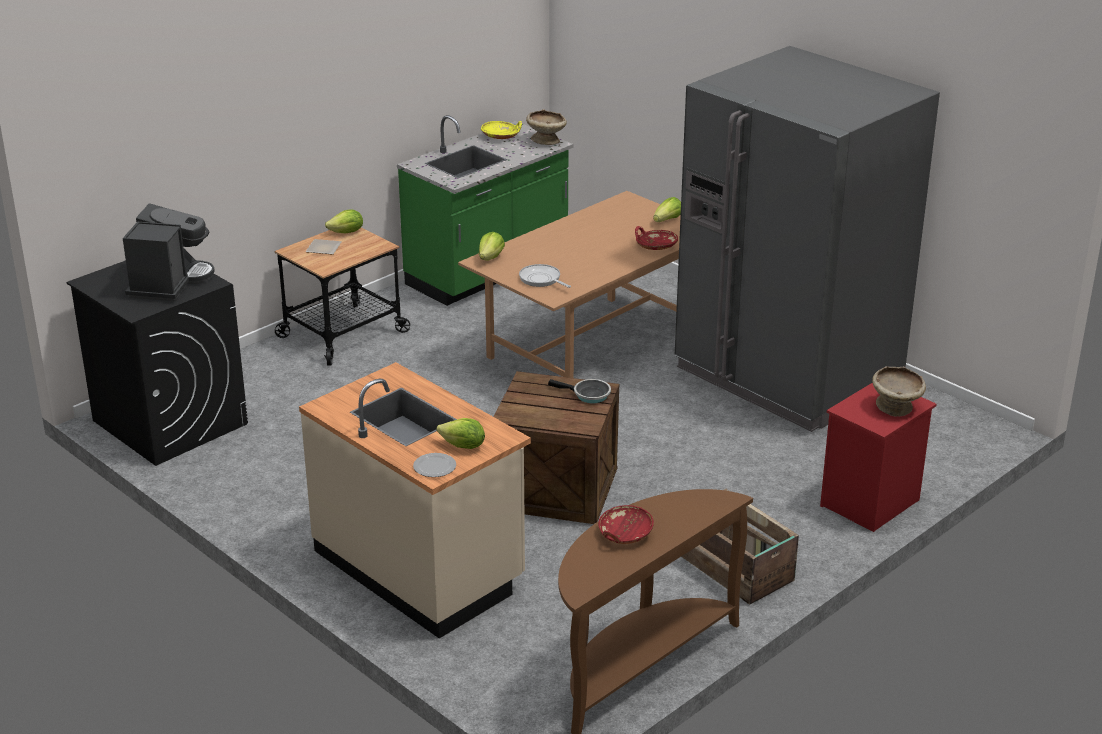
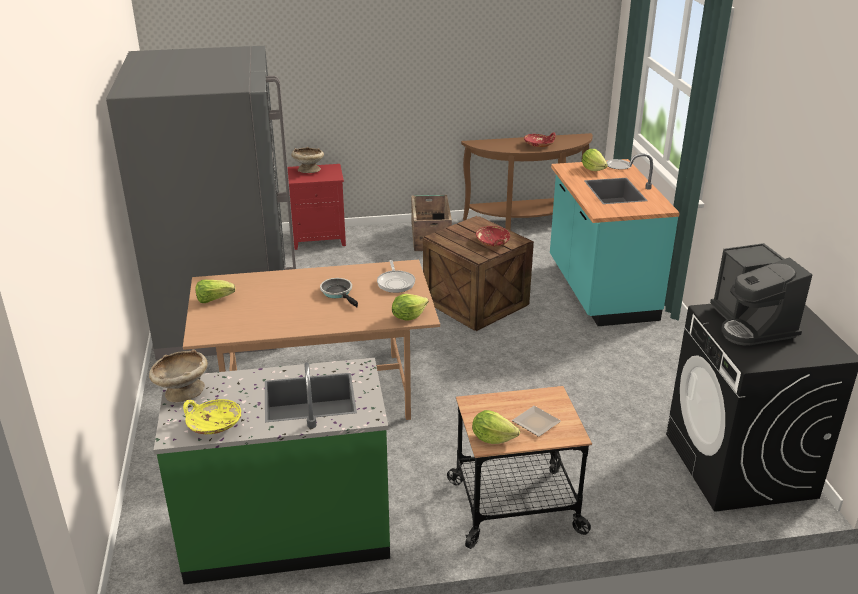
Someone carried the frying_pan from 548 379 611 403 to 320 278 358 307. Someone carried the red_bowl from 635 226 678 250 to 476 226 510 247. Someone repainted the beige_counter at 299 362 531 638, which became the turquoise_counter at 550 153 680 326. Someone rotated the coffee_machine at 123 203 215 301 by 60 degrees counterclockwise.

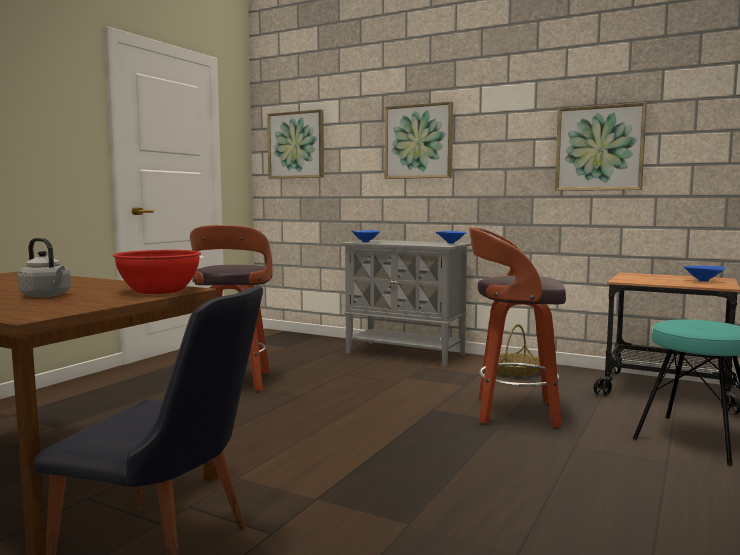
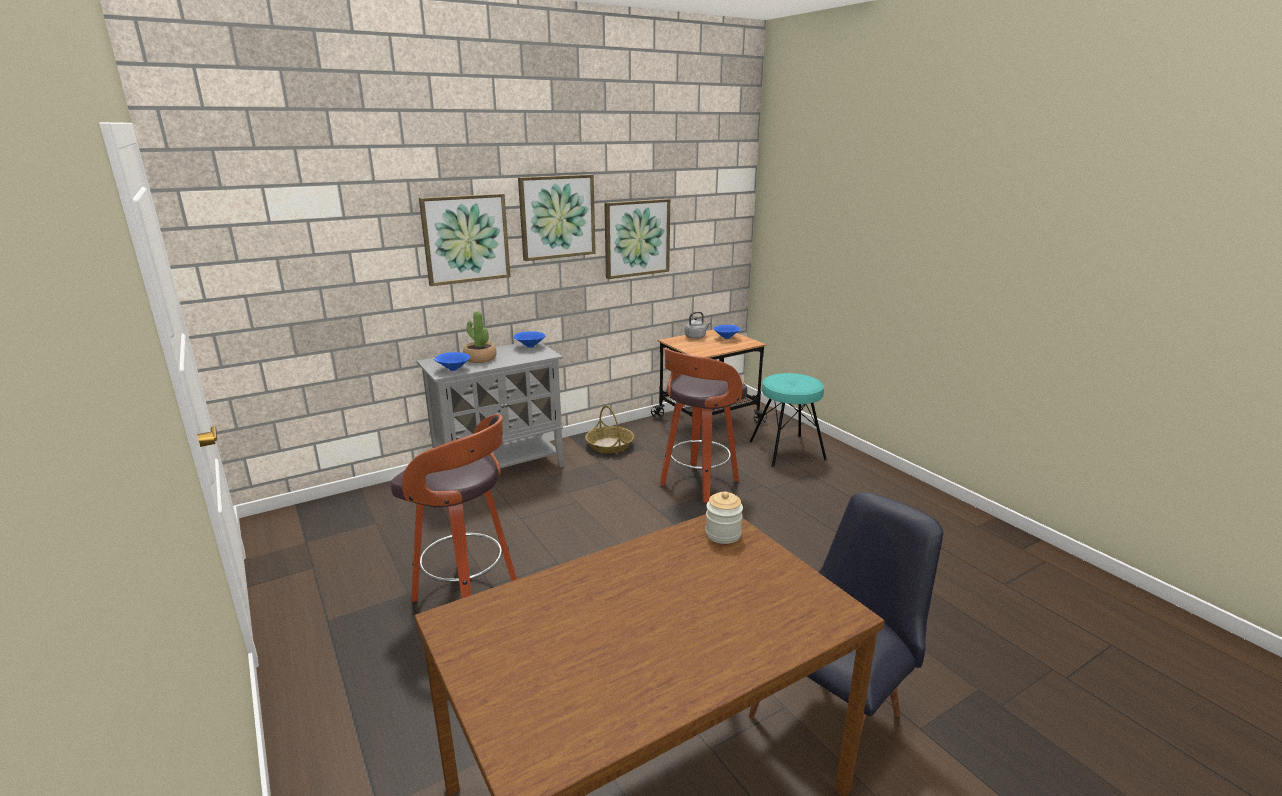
Someone put down the potted_plant at 463 311 497 363. Someone carried the picture from 267 109 324 179 to 518 174 596 261. Someone carried the grey_kettle from 17 238 71 298 to 685 312 711 339. Someone swapped the red_bowl at 113 250 201 294 for the jar at 705 491 743 544.

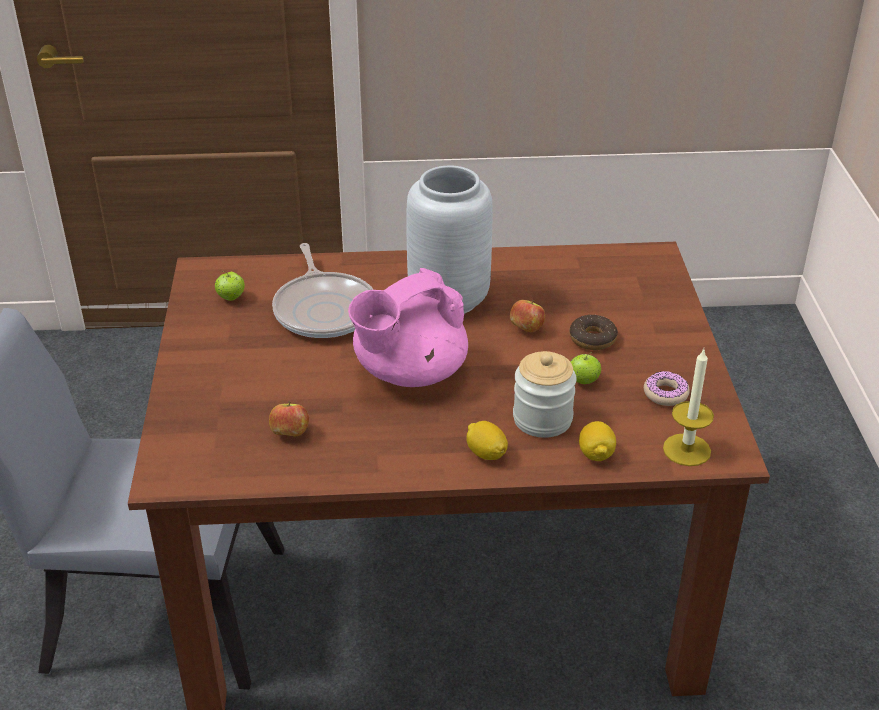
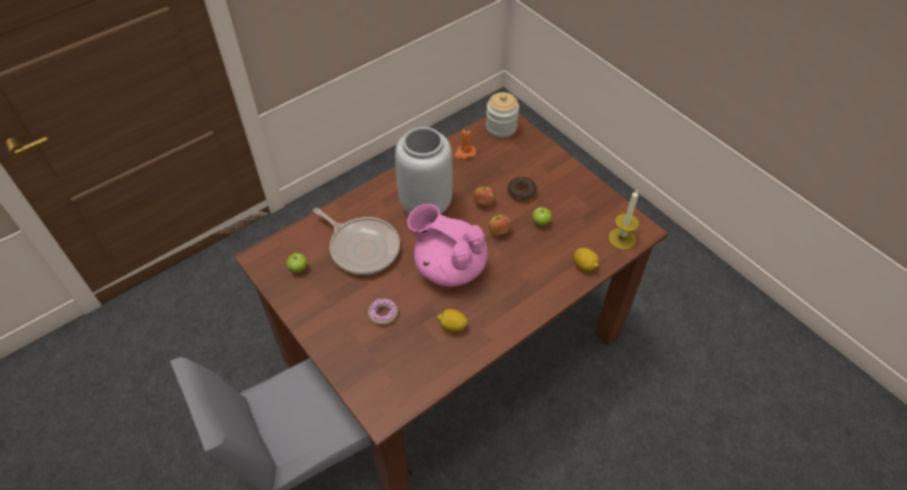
Someone carried the donut from 644 371 690 406 to 368 298 398 325. Someone rotated the pink_teapot at 348 268 468 387 by 105 degrees clockwise. Someone carried the lemon from 466 421 508 460 to 438 309 467 332. Someone put down the orange_candle at 454 126 476 159. Someone carried the jar from 513 351 577 438 to 486 92 519 138. Someone carried the apple from 269 401 309 436 to 489 215 511 236.

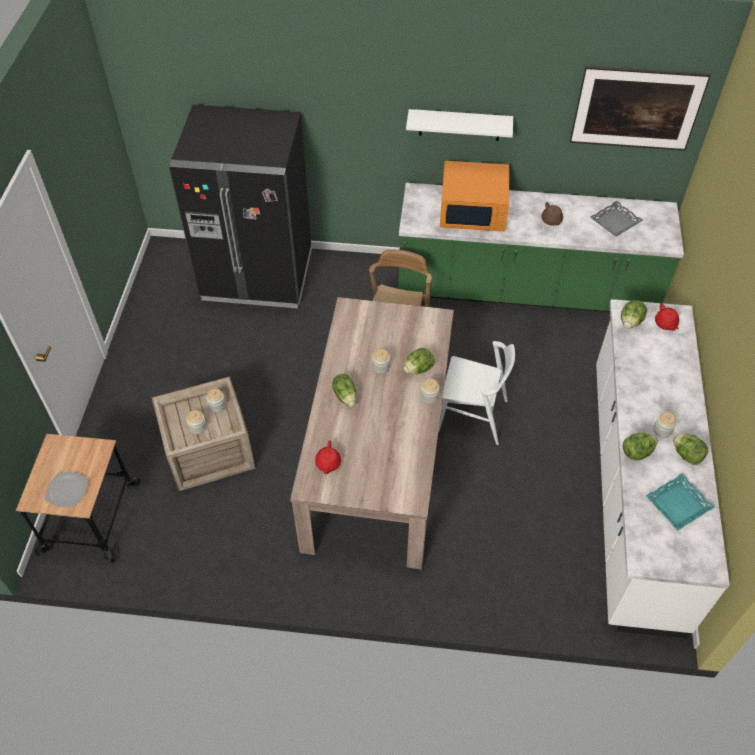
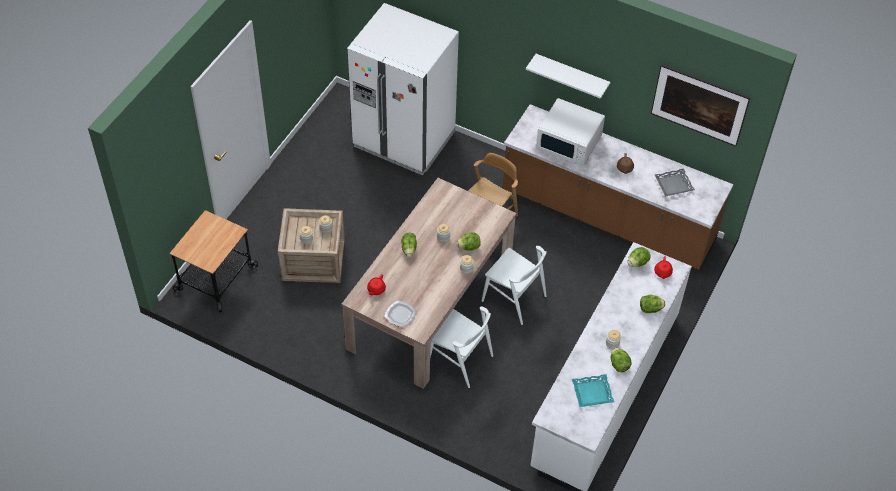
Someone repainted the black_fridge at 169 105 312 308, which became the white_fridge at 347 3 459 175. Someone carried the plate from 45 472 88 507 to 384 300 417 327. Someone put down the white_chair at 430 306 493 388. Someone repainted the green_counter at 399 183 684 312, which became the brown_counter at 503 104 733 270. Someone repainted the orange_microwave at 440 161 509 232, which became the white_microwave at 536 98 605 166. Someone carried the lettuce from 623 432 658 460 to 640 295 665 313.

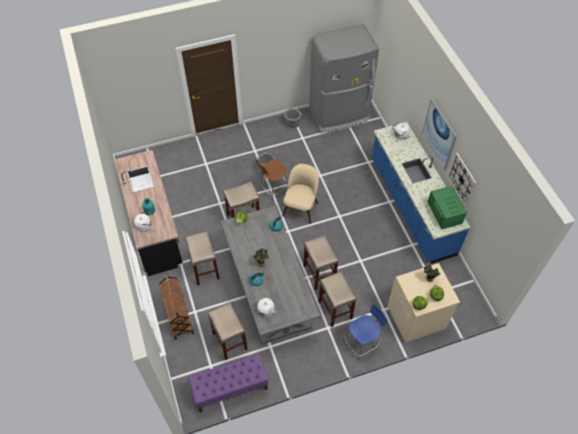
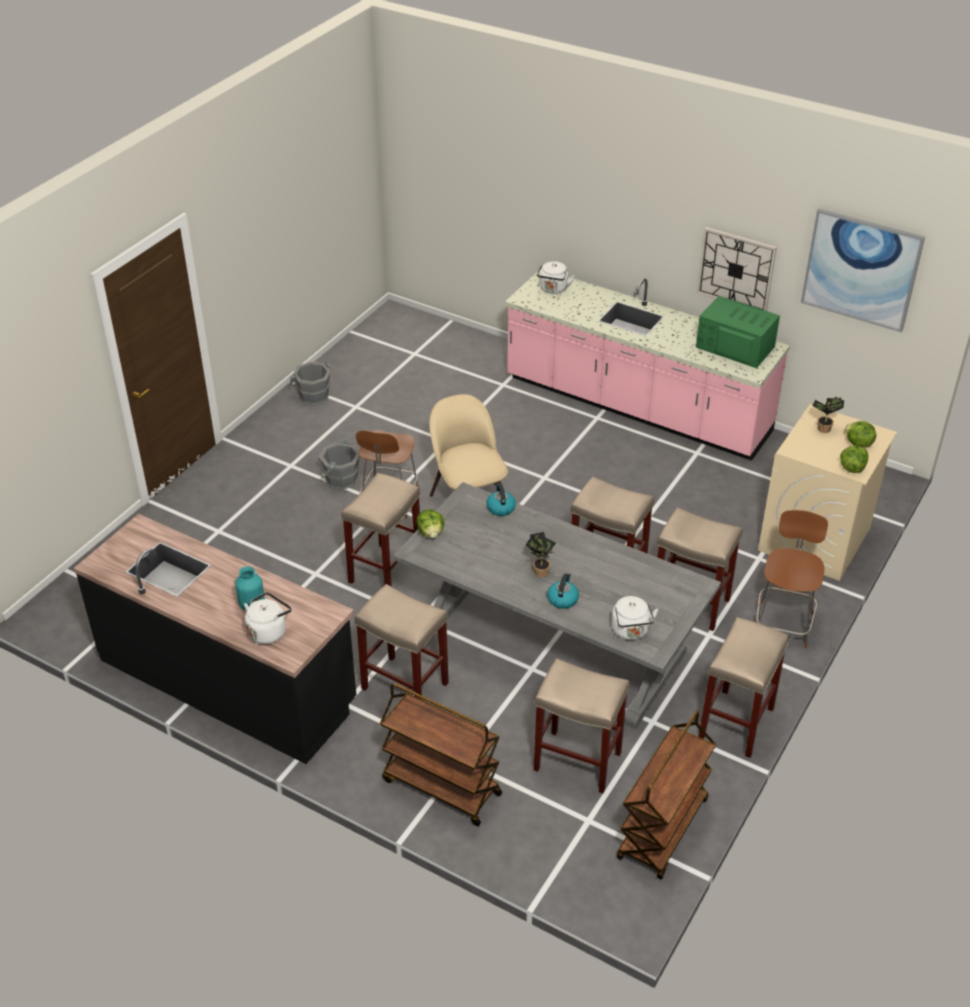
Someone repainted the blue_counter at 372 122 470 264, which became the pink_counter at 505 270 790 461. Someone swapped the purple_bench at 188 354 268 413 for the brown_cart at 617 711 716 879. Someone put down the beige_stool at 698 617 789 758. Someone repainted the blue_chair at 344 304 387 361, which became the brown_chair at 756 510 828 648. Someone carried the picture from 422 99 457 171 to 801 209 925 332. Someone took away the grey_fridge at 309 24 379 133.

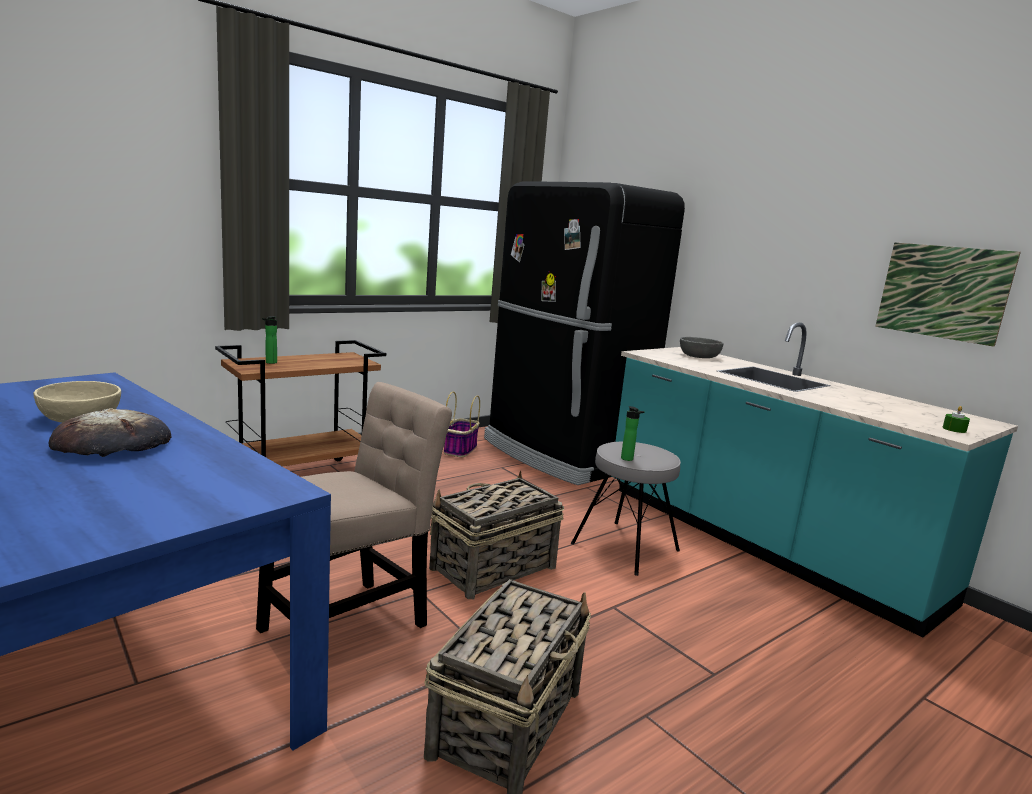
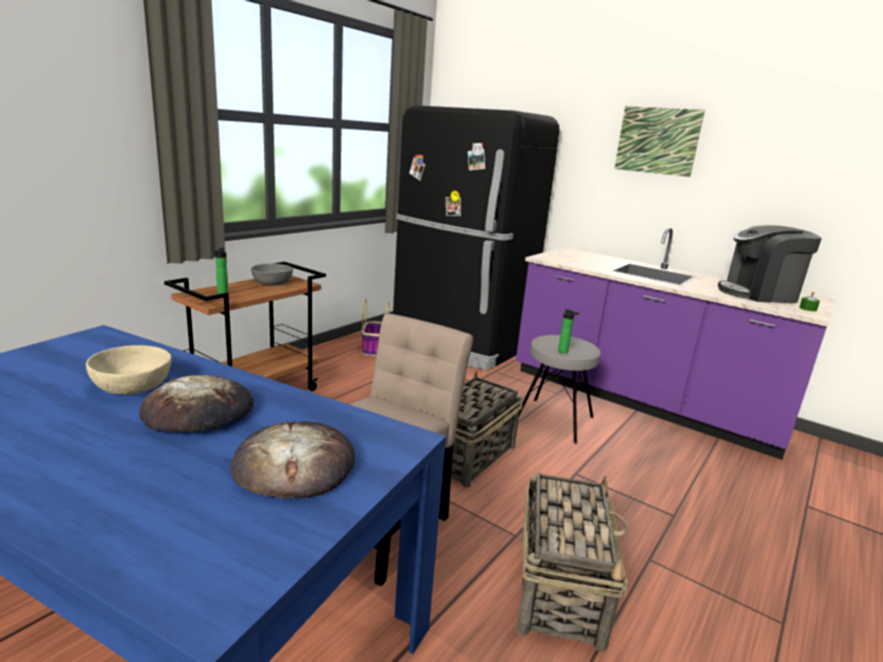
Someone put down the bread at 230 421 355 498. Someone carried the grey_bowl from 680 337 724 358 to 251 264 293 285. Someone repainted the turquoise_counter at 611 322 1018 638, which became the purple_counter at 516 227 836 460. Someone carried the picture from 875 242 1021 347 to 614 106 705 177. Someone put down the coffee_machine at 718 225 822 303.

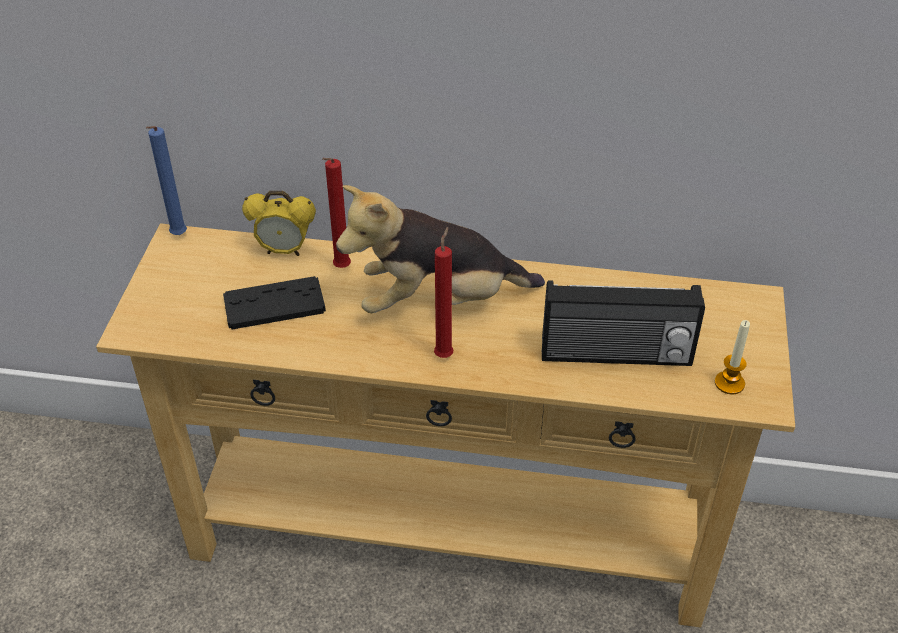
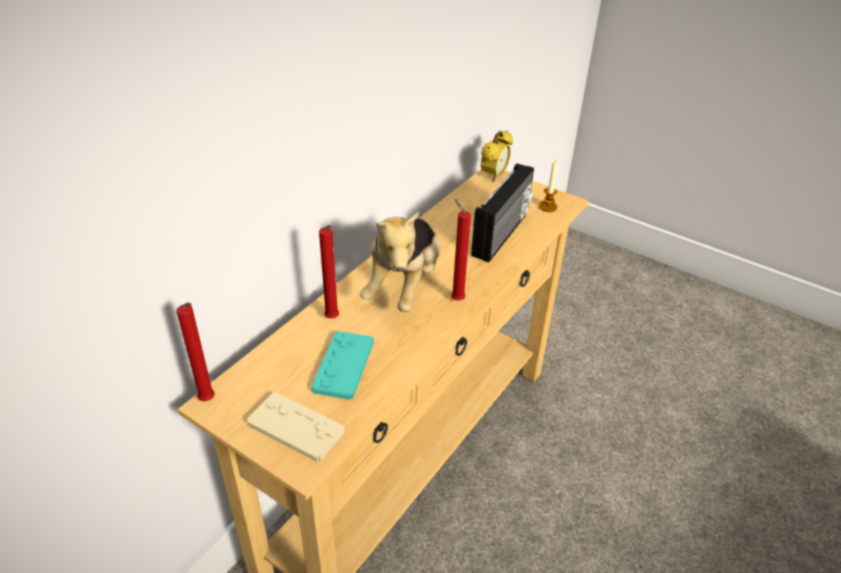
Someone repainted the blue_candle at 146 126 187 235, which became the red_candle at 176 302 215 401. Someone put down the beige_game_controller at 247 392 345 462. Someone repainted the black_game_controller at 223 276 326 329, which became the turquoise_game_controller at 311 331 374 400. Someone carried the alarm_clock from 242 191 316 256 to 481 131 513 182.

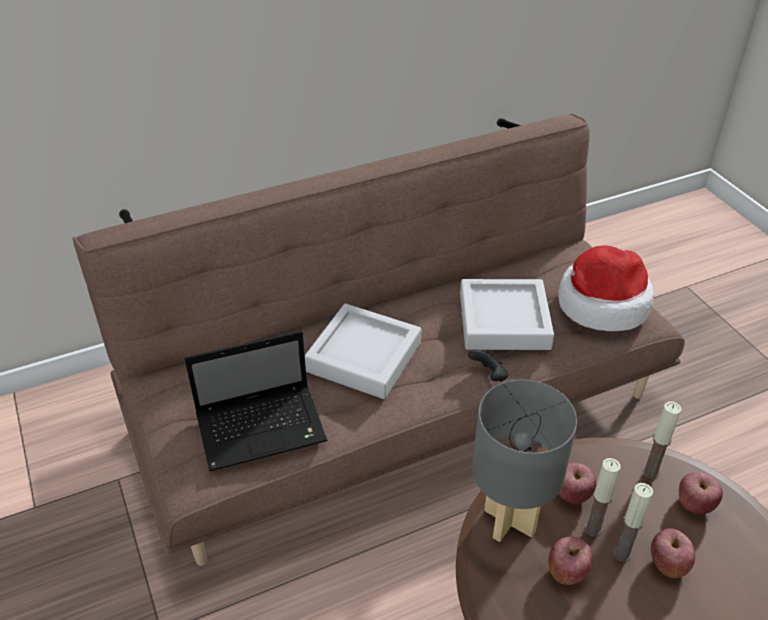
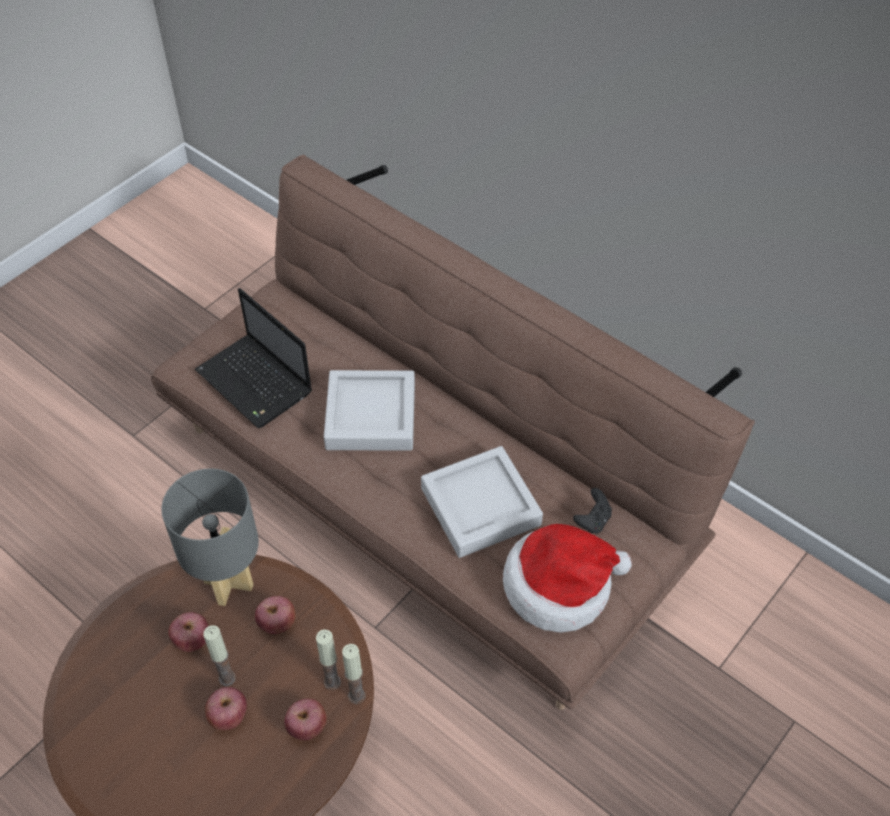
Someone carried the candle from 584 458 621 537 to 342 644 365 704. Someone carried the black_game_controller from 468 349 509 382 to 573 488 612 534.

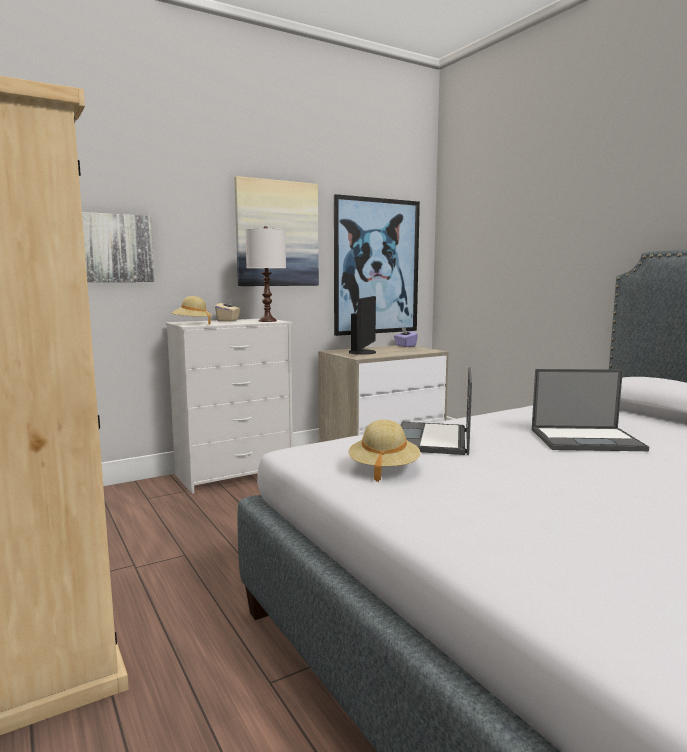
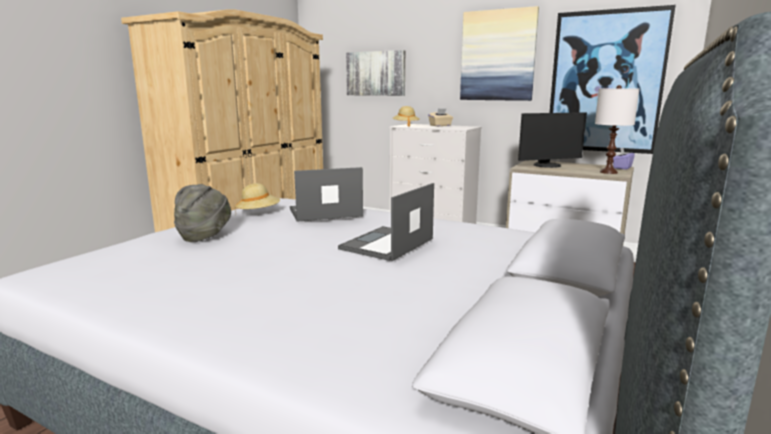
Someone put down the grey_hat at 174 184 231 242. Someone rotated the laptop at 532 369 649 451 by 60 degrees clockwise. Someone carried the white_table_lamp from 245 226 286 322 to 595 85 639 174.

